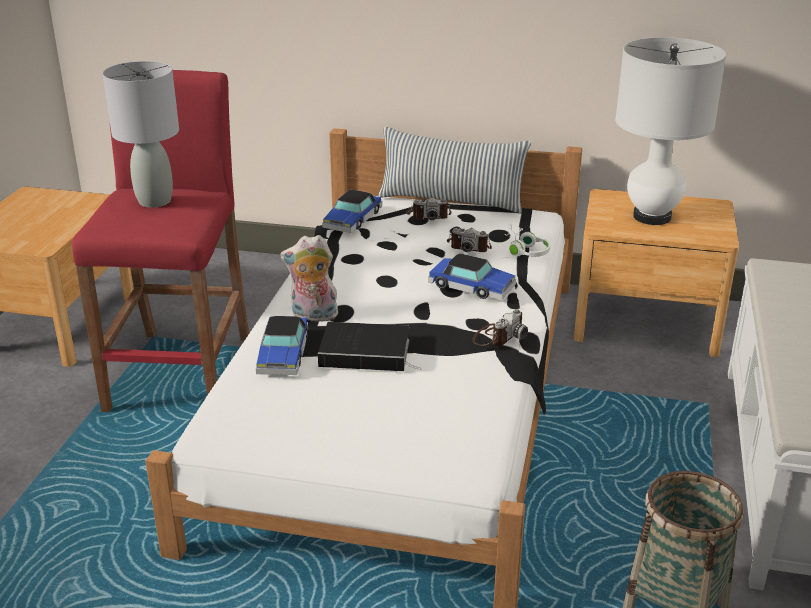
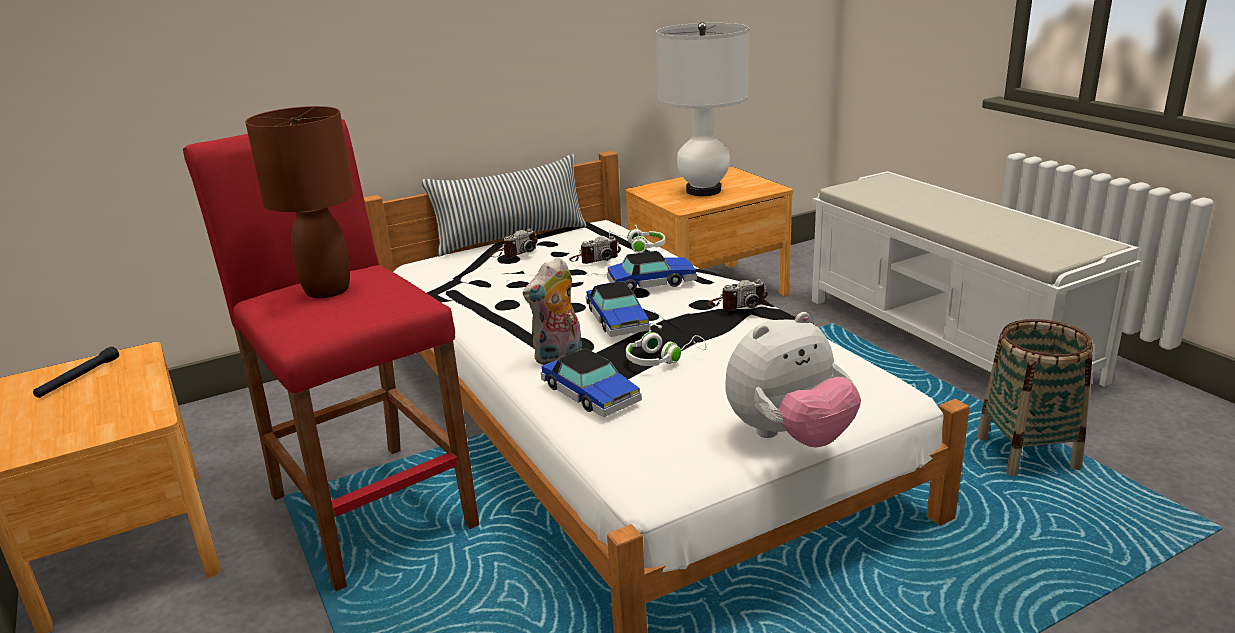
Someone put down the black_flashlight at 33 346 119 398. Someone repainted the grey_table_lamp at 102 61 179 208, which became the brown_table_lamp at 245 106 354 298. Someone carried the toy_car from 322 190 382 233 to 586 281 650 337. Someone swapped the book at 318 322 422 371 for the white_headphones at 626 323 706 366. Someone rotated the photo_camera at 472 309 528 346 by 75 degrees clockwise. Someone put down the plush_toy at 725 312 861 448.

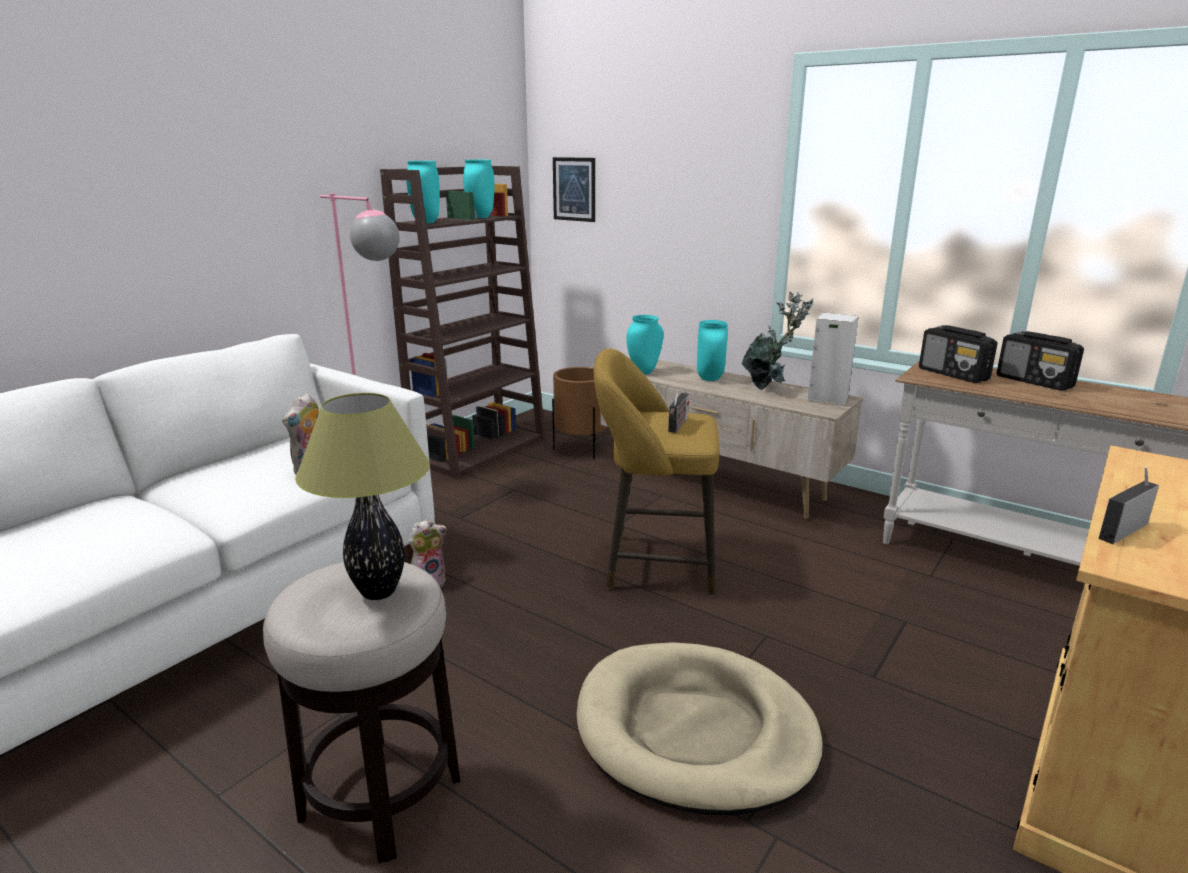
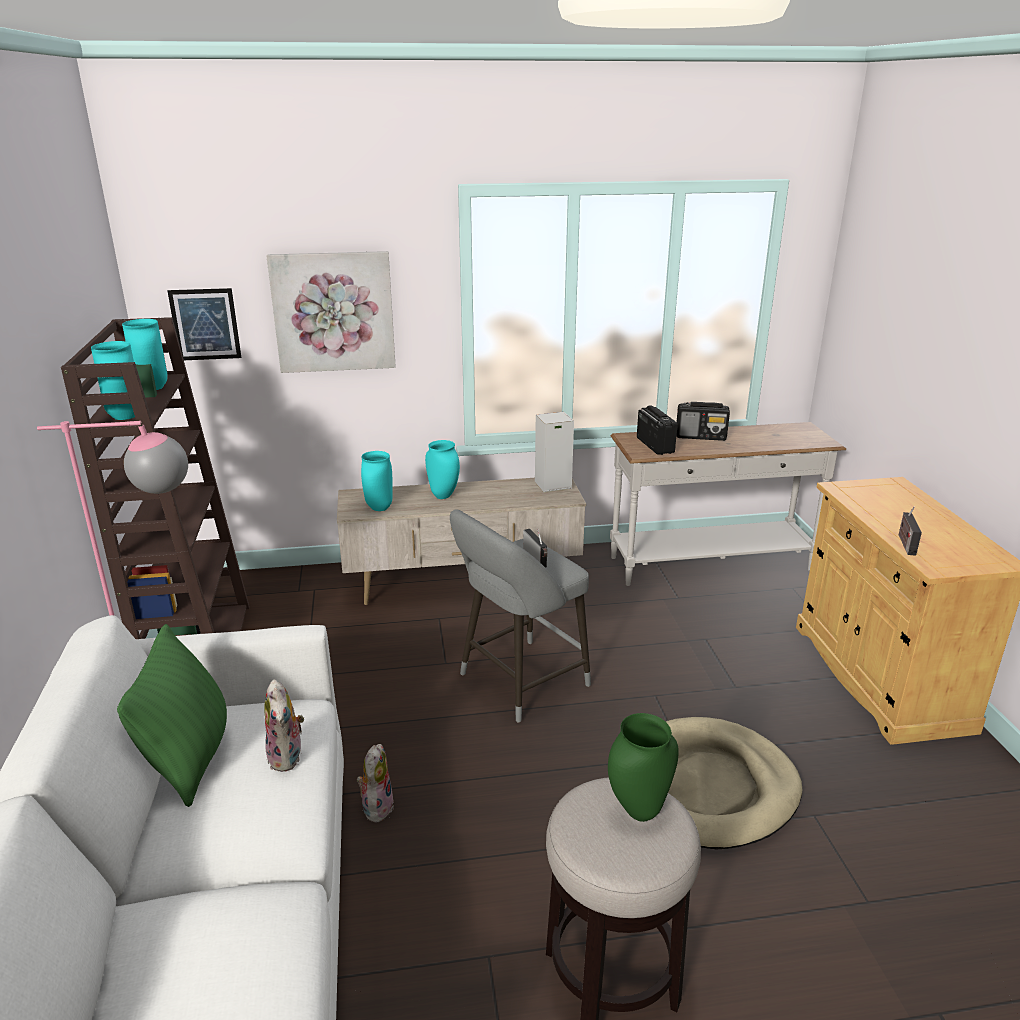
Someone put down the green_pillow at 117 624 227 807. Someone put up the picture at 267 251 396 373. Someone repainted the yellow_stool at 594 349 719 597, which became the grey_stool at 450 510 591 723. Someone swapped the table_lamp at 295 393 430 600 for the green_vase at 608 713 679 822. Someone rotated the radio at 919 325 997 383 by 120 degrees counterclockwise. Someone took away the brown_planter at 552 367 607 459. Someone took away the potted_plant at 742 292 813 390.

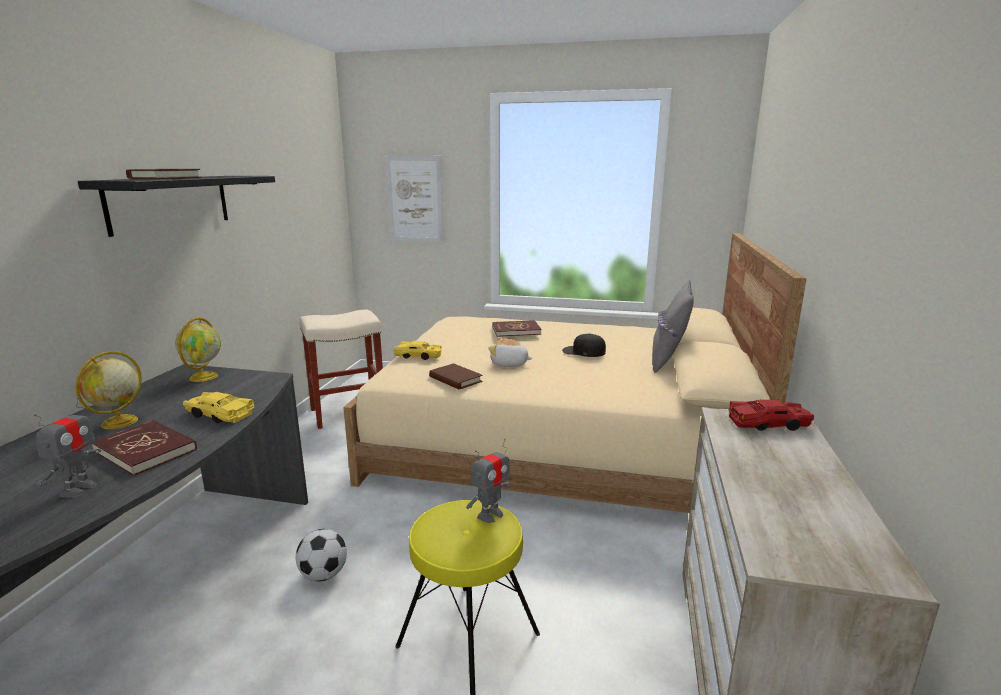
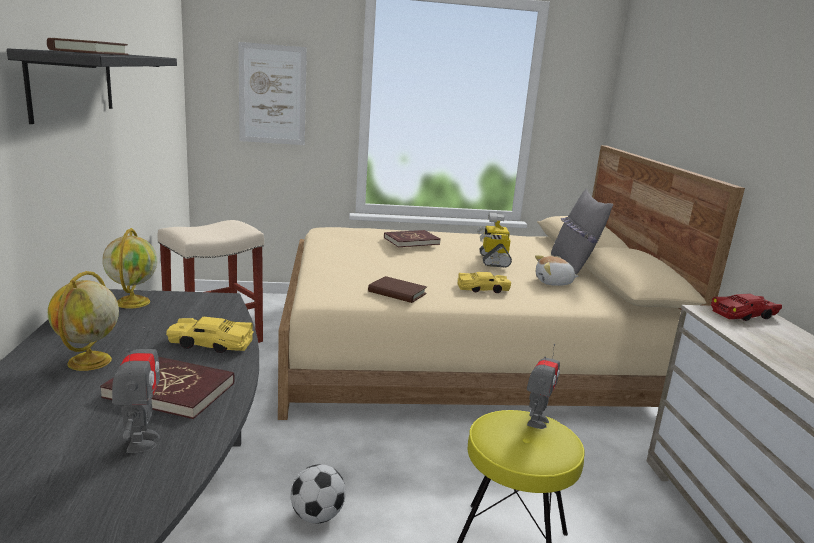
Someone carried the yellow_toy_car from 394 341 442 360 to 457 272 511 293. Someone swapped the black_cap at 562 334 606 357 for the toy_robot at 477 212 512 267. Someone carried the plush_toy from 488 337 533 367 to 535 255 579 286.

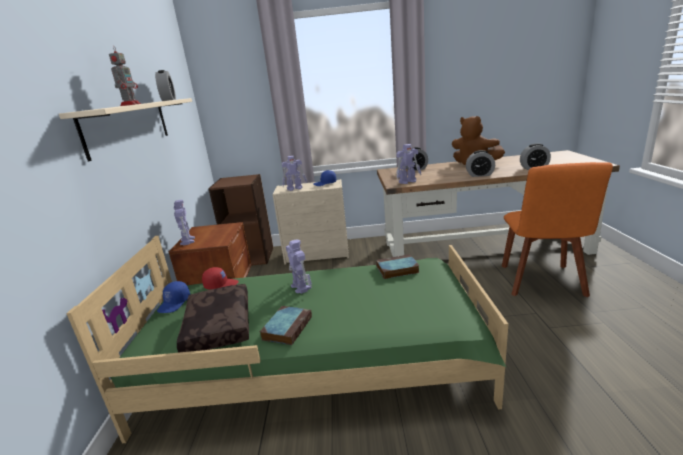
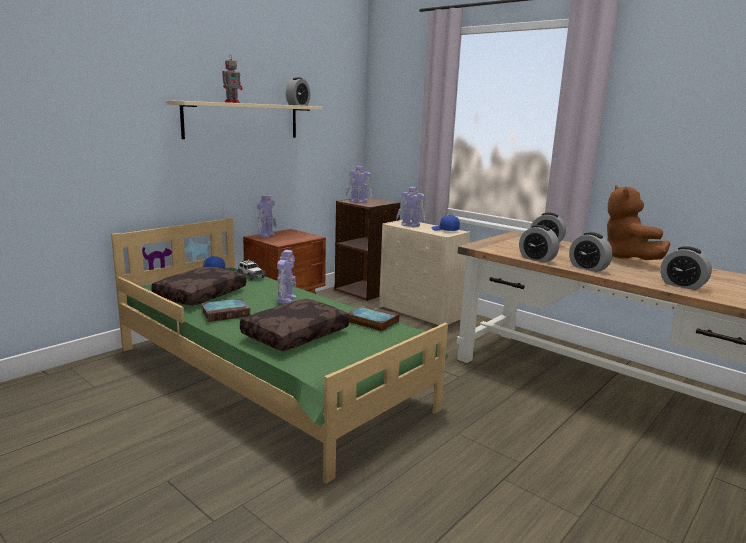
Someone swapped the red_cap at 202 267 239 289 for the toy_car at 237 260 266 280. Someone put down the brown_pillow at 240 299 350 351. Someone carried the toy_robot from 396 144 421 184 to 345 166 372 203. Someone put down the alarm_clock at 519 225 559 263. Someone took away the orange_chair at 502 162 613 297.

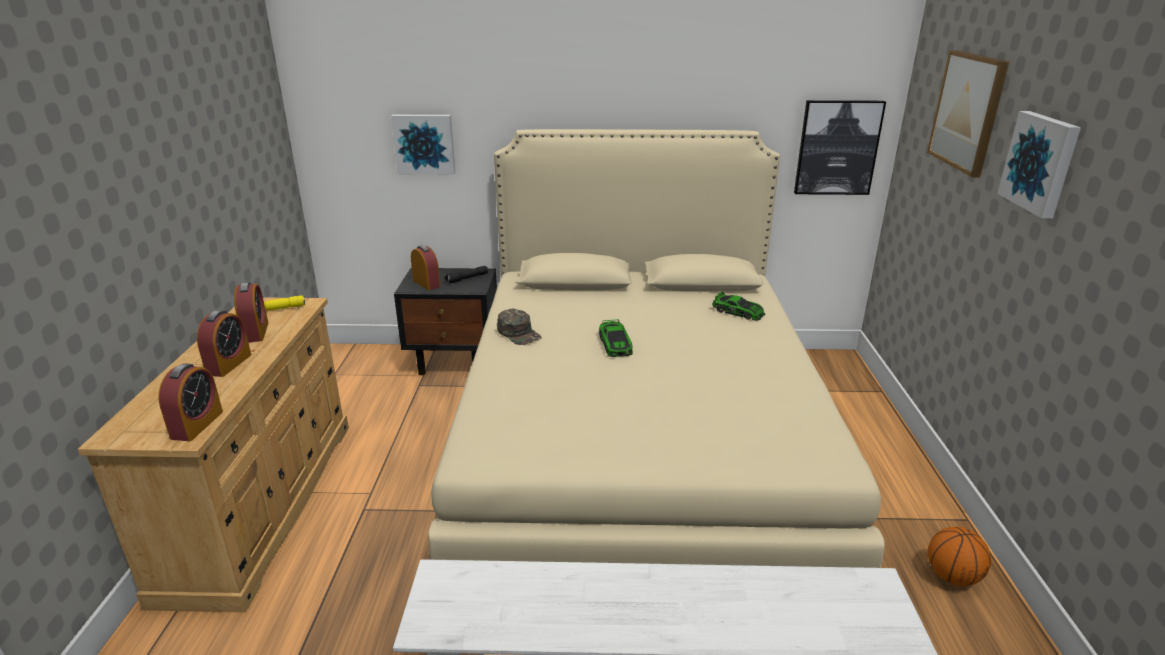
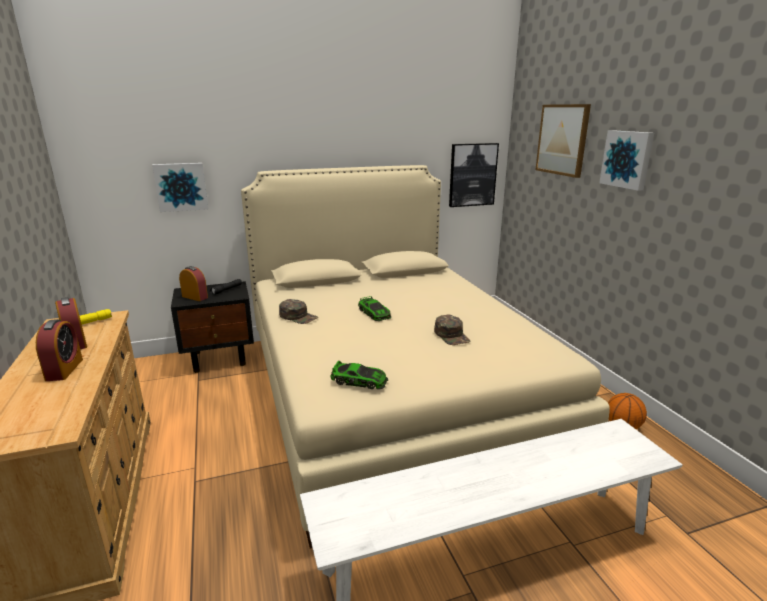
Someone carried the toy_car from 712 292 765 321 to 330 361 388 389. Someone put down the green_cap at 434 314 470 345. Someone took away the alarm_clock at 159 364 223 441.

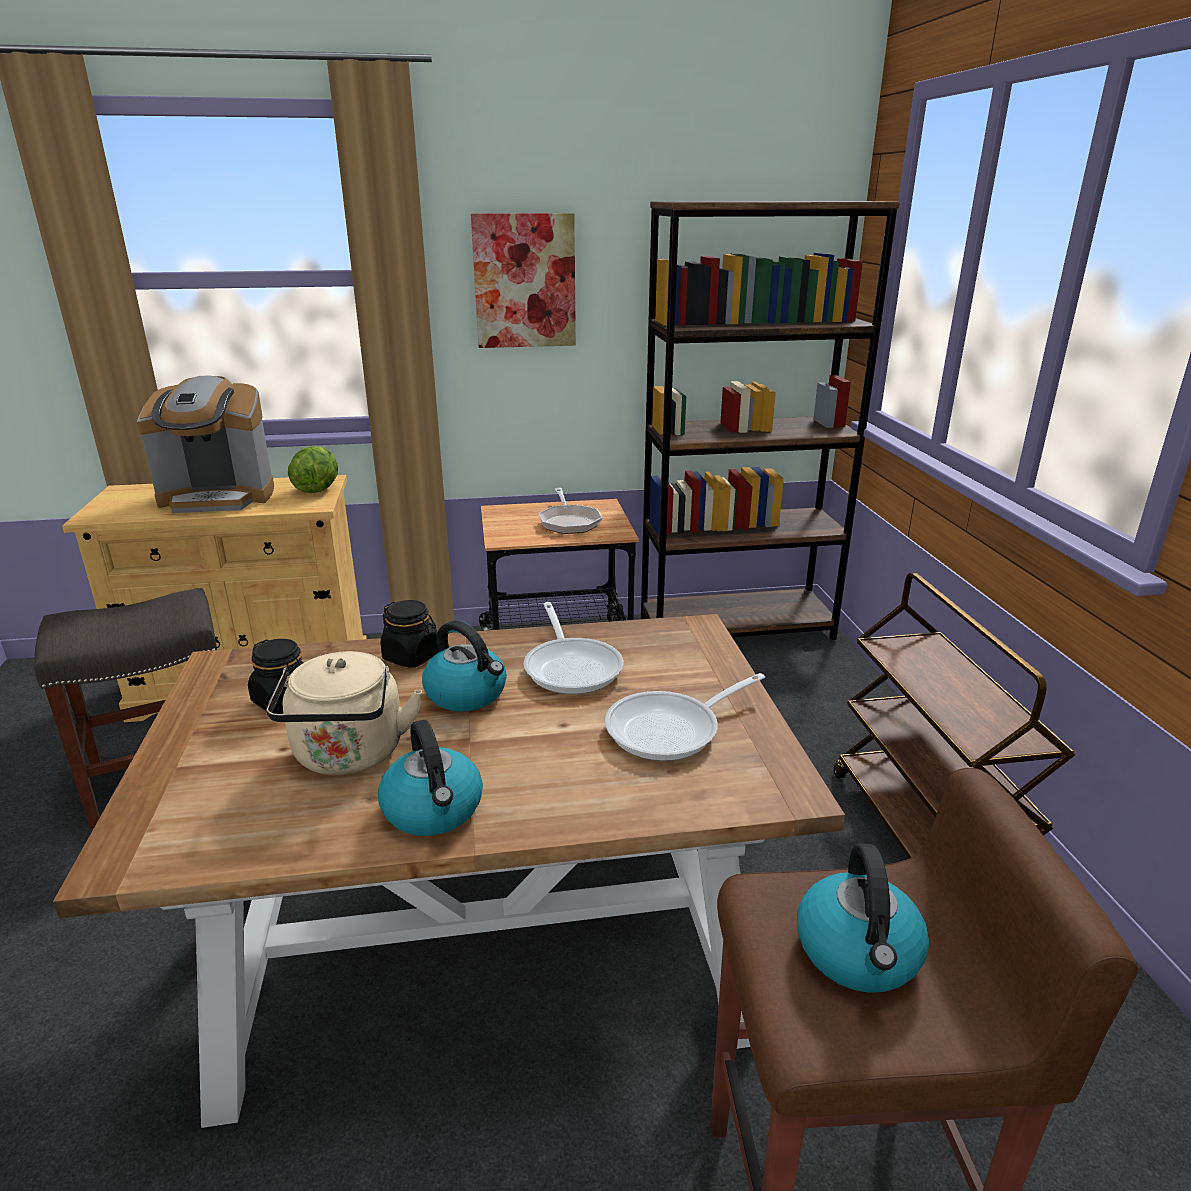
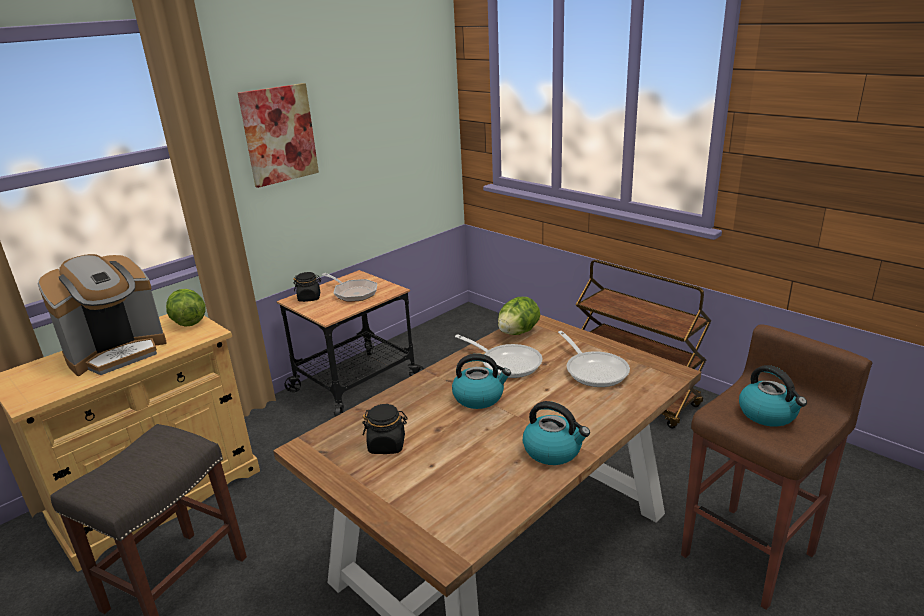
Someone carried the black_jar from 380 600 439 668 to 293 272 321 302. Someone put down the lettuce at 498 297 540 335. Someone rotated the frying_pan at 605 673 765 761 by 45 degrees counterclockwise. Someone took away the beige_kettle at 266 651 422 775. Someone took away the brown_bookcase at 641 201 900 640.

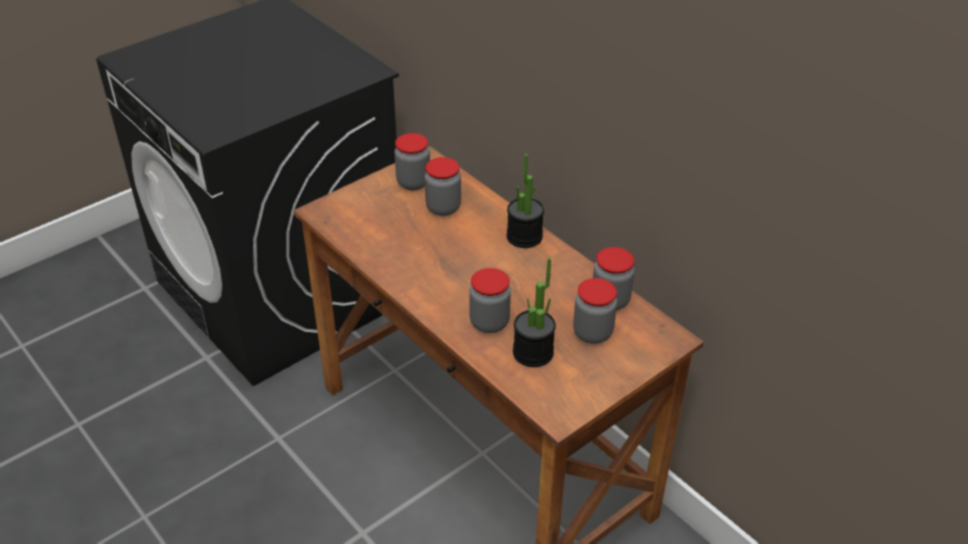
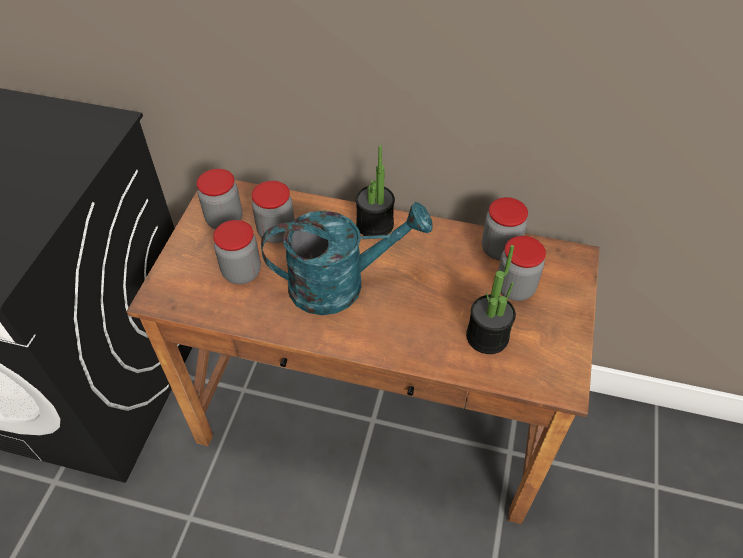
Someone carried the jar from 469 268 511 333 to 213 220 261 284. Someone put down the turquoise_watering_can at 261 202 432 315.

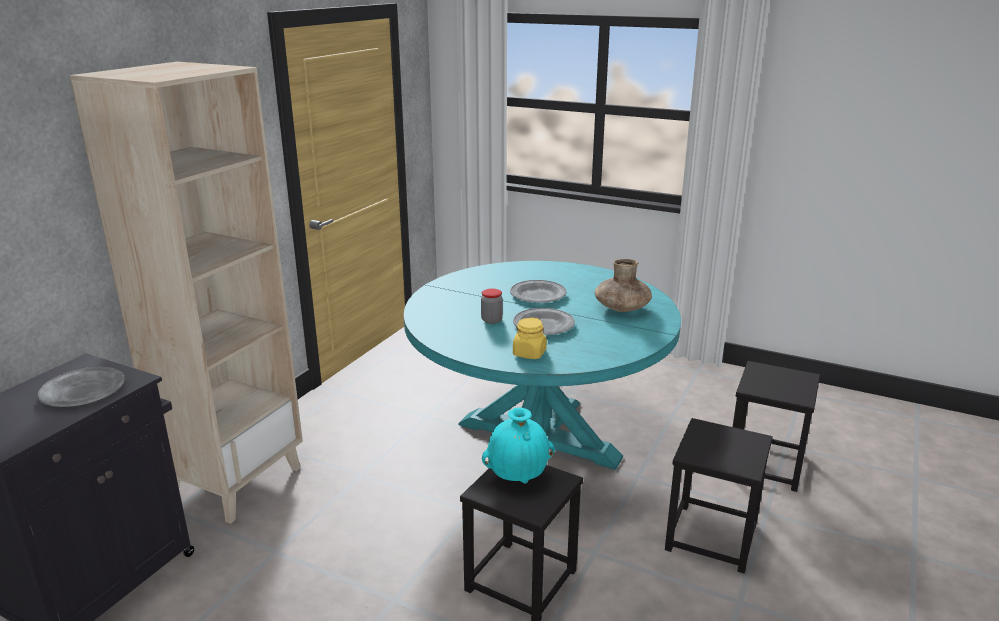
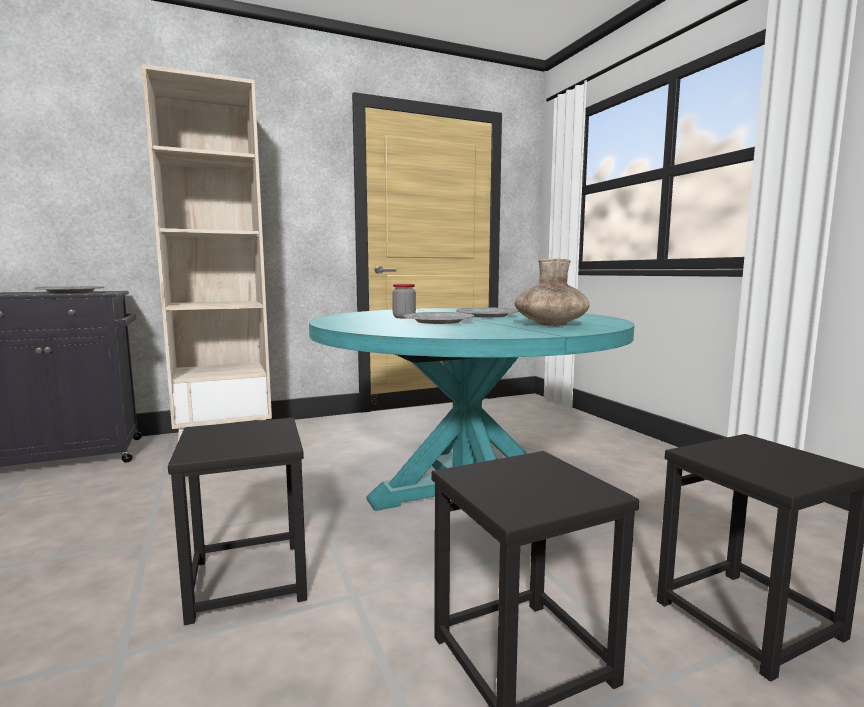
Someone took away the turquoise_vase at 482 408 555 484. Someone took away the yellow_jar at 513 317 547 359.

